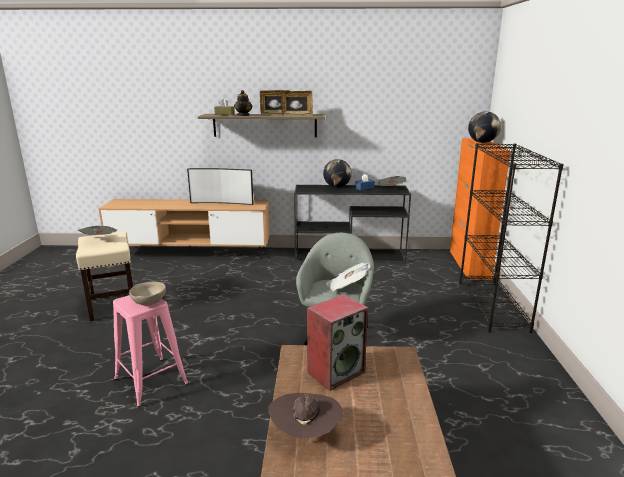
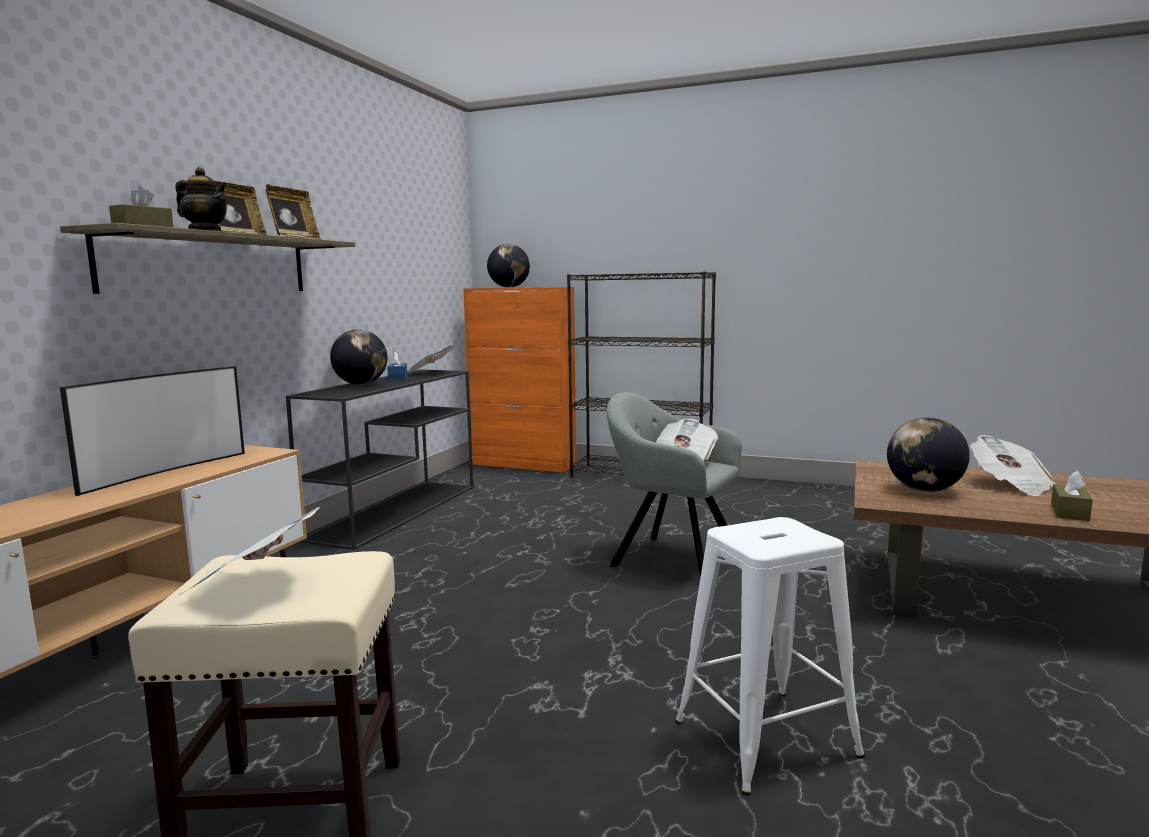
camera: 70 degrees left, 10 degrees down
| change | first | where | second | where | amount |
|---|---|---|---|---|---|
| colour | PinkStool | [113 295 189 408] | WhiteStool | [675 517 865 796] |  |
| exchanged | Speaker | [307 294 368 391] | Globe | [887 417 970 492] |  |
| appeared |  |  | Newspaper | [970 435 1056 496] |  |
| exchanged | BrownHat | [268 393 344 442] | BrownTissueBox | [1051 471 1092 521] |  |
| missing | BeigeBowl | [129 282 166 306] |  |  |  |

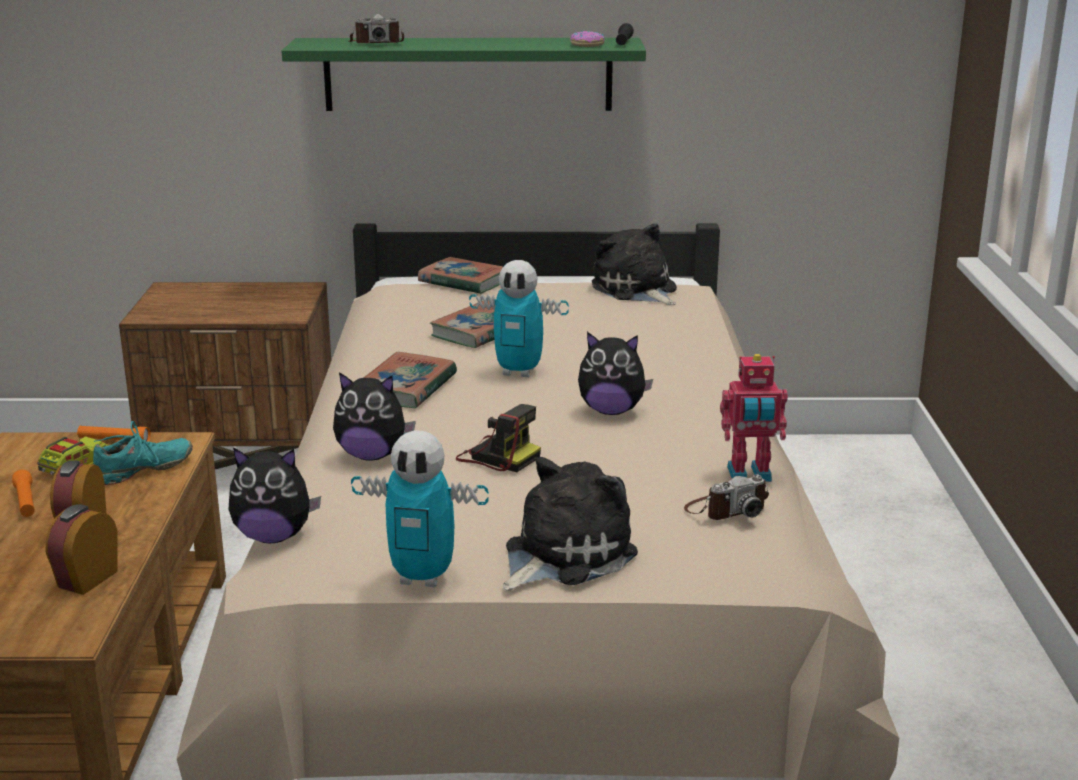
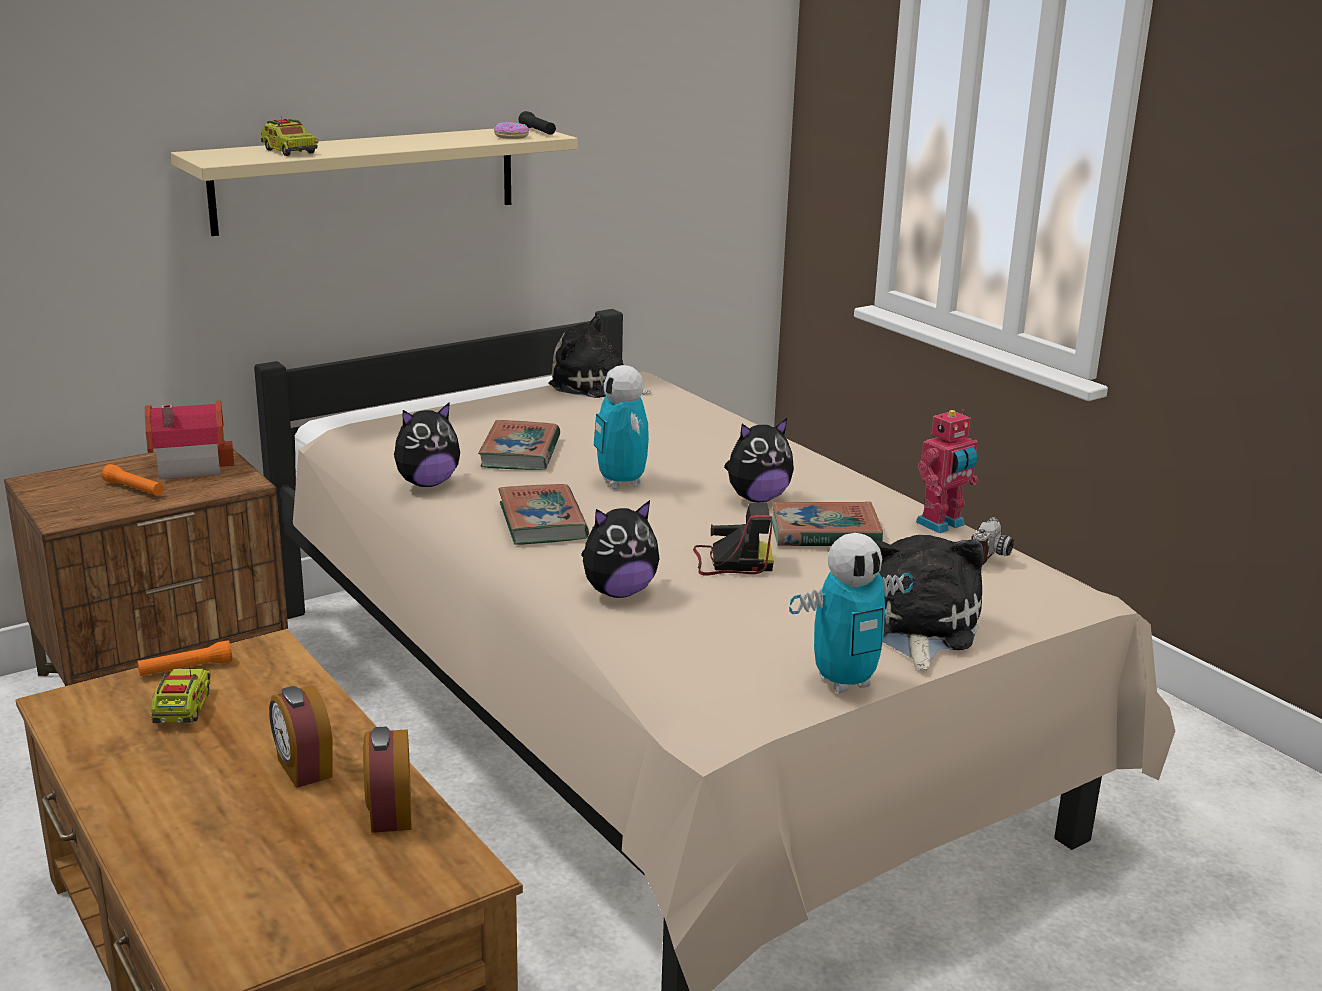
camera: 35 degrees left, 0 degrees up
| change | first | where | second | where | amount |
|---|---|---|---|---|---|
| relocated | OrangeFlashlight | [12 470 35 517] |  | [102 464 164 496] |  |
| appeared |  |  | ToyHouse | [145 401 234 480] |  |
| colour | GreenShelf | [282 38 646 111] | BeigeShelf | [171 128 577 236] |  |
| exchanged | PhotoCamera | [348 14 404 43] | ToyTruck | [261 116 318 156] |  |
| relocated | PlushToy | [229 448 321 543] |  | [394 402 460 487] |  |
| spun | ToyRobot | [469 260 569 377] |  | [594 365 649 489] | 90 degrees clockwise |
| relocated | Book | [418 257 504 294] |  | [771 502 883 546] |  |
| missing | TurquoiseShoe | [93 421 193 485] |  |  |  |

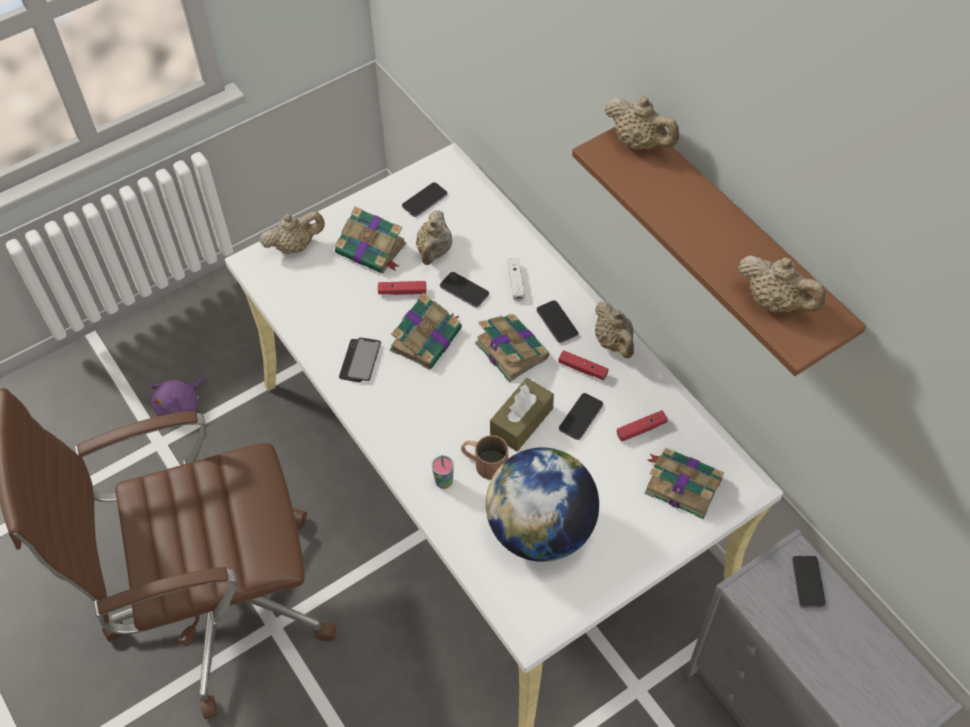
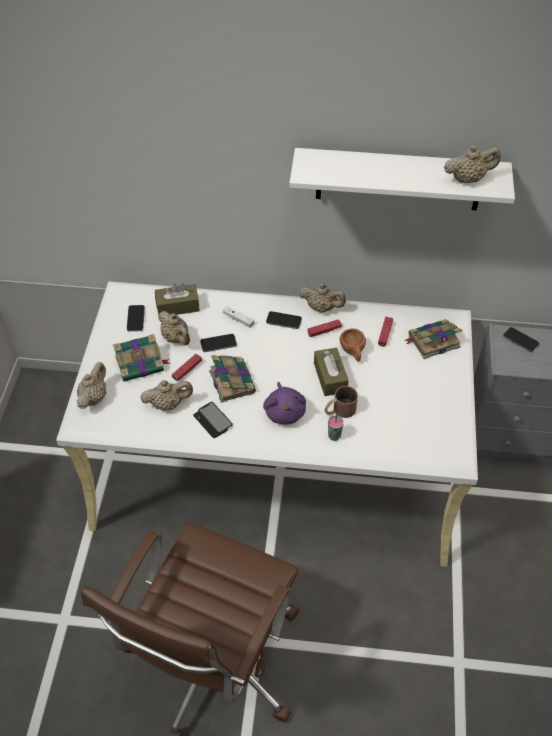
camera: 50 degrees left, 5 degrees down
| change | first | where | second | where | amount |
|---|---|---|---|---|---|
| relocated | BeigeTeapot | [605 96 679 150] |  | [140 380 193 410] |  |
| appeared |  |  | BrownTissueBox | [155 283 200 315] |  |
| relocated | PurplePlushToy | [150 378 206 416] |  | [263 382 306 424] |  |
| colour | BrownShelf | [572 127 866 376] | WhiteShelf | [289 148 515 211] |  |
| exchanged | Phone | [559 393 603 440] | BrownCup | [340 329 366 362] |  |
| missing | Book | [475 314 549 383] |  |  |  |
| missing | Globe | [486 447 599 562] |  |  |  |

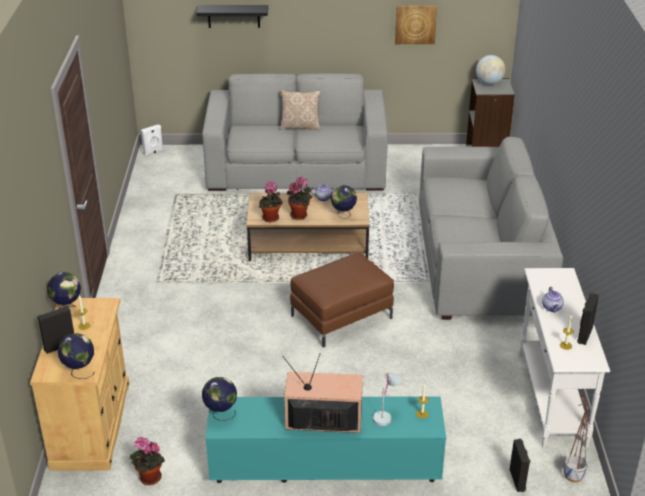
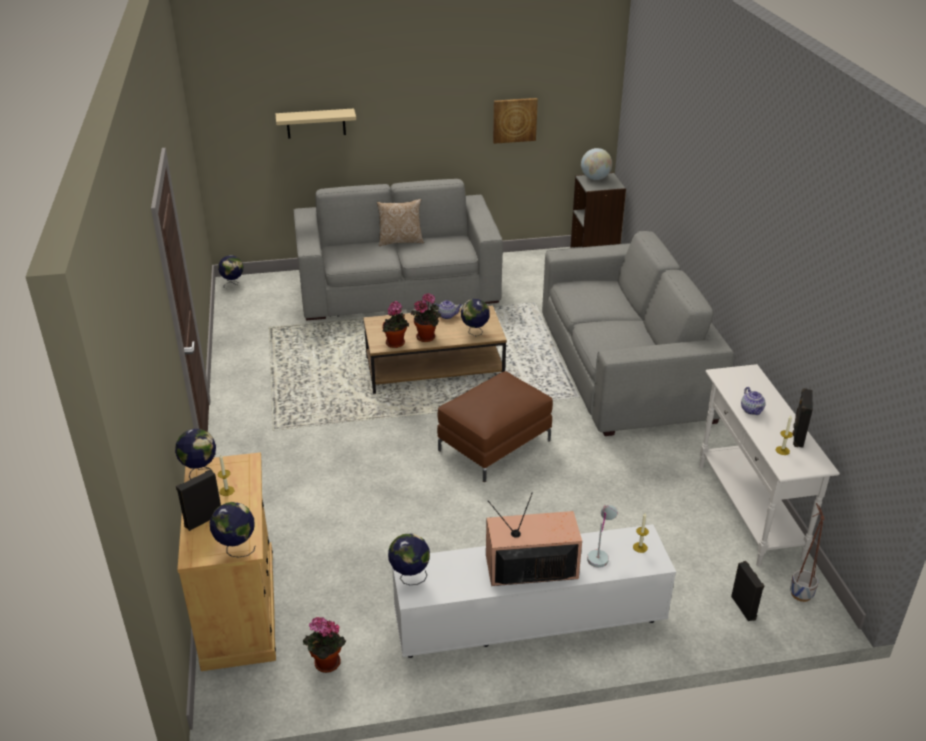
camera: 10 degrees left, 0 degrees up
| change | first | where | second | where | amount |
|---|---|---|---|---|---|
| exchanged | WhiteSpeaker | [141 124 163 156] | Globe | [218 255 243 289] |  |
| colour | BlackShelf | [196 5 268 28] | BeigeShelf | [276 108 356 139] |  |
| colour | TurquoiseTvStand | [205 396 446 483] | WhiteTvStand | [392 524 676 658] |  |

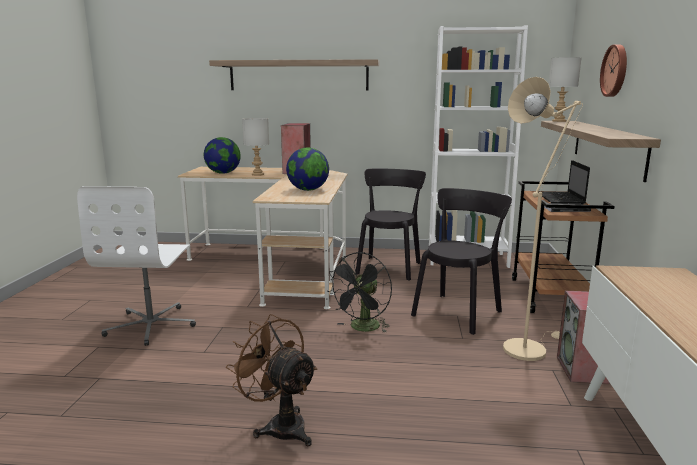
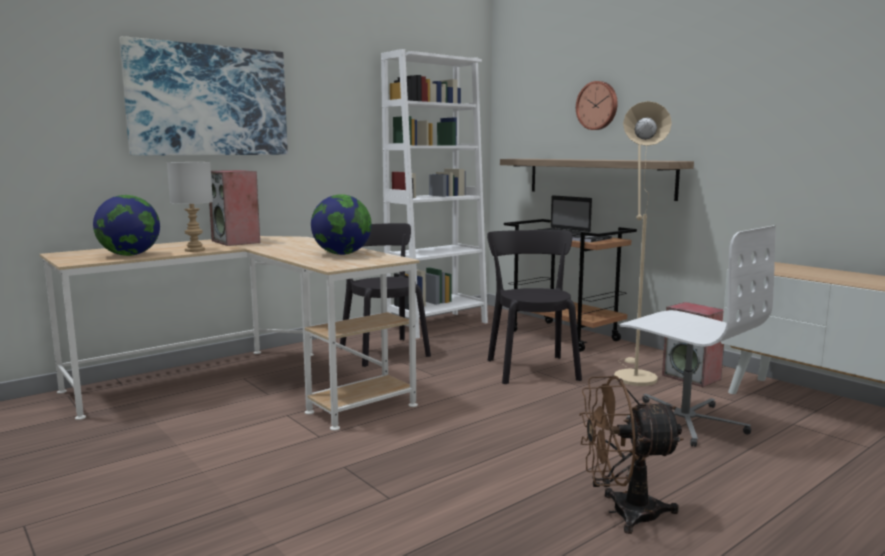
camera: 45 degrees left, 5 degrees down
| change | first | where | second | where | amount |
|---|---|---|---|---|---|
| exchanged | Shelf | [209 59 379 90] | Picture | [119 36 288 156] |  |
| relocated | WhiteOfficeChair | [77 186 196 346] |  | [620 225 776 447] |  |
| missing | BlackFan | [328 252 392 333] |  |  |  |
| missing | GreyTableLamp | [549 57 582 122] |  |  |  |

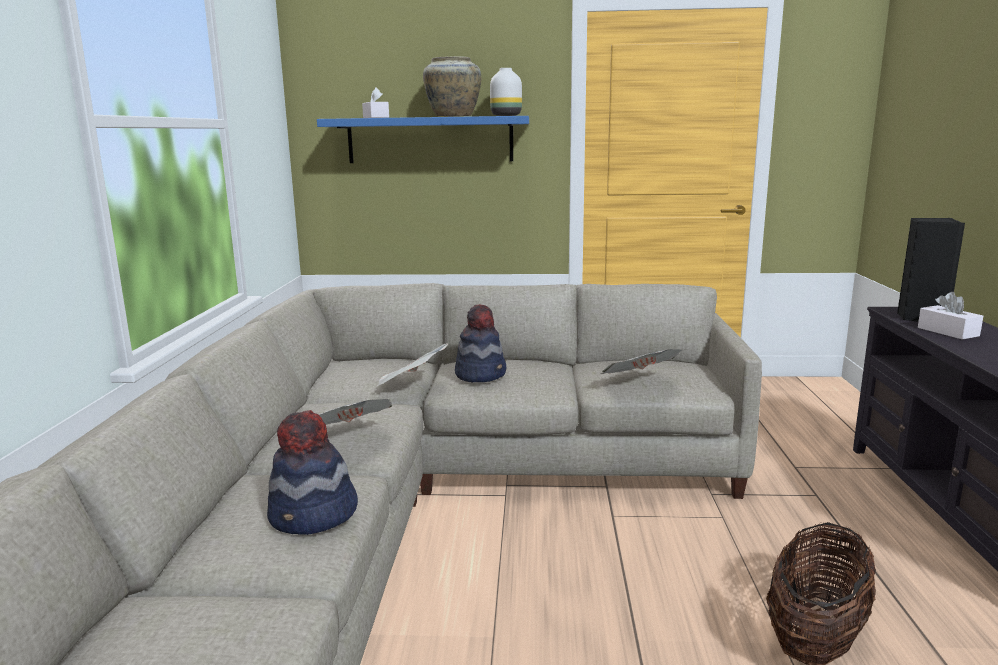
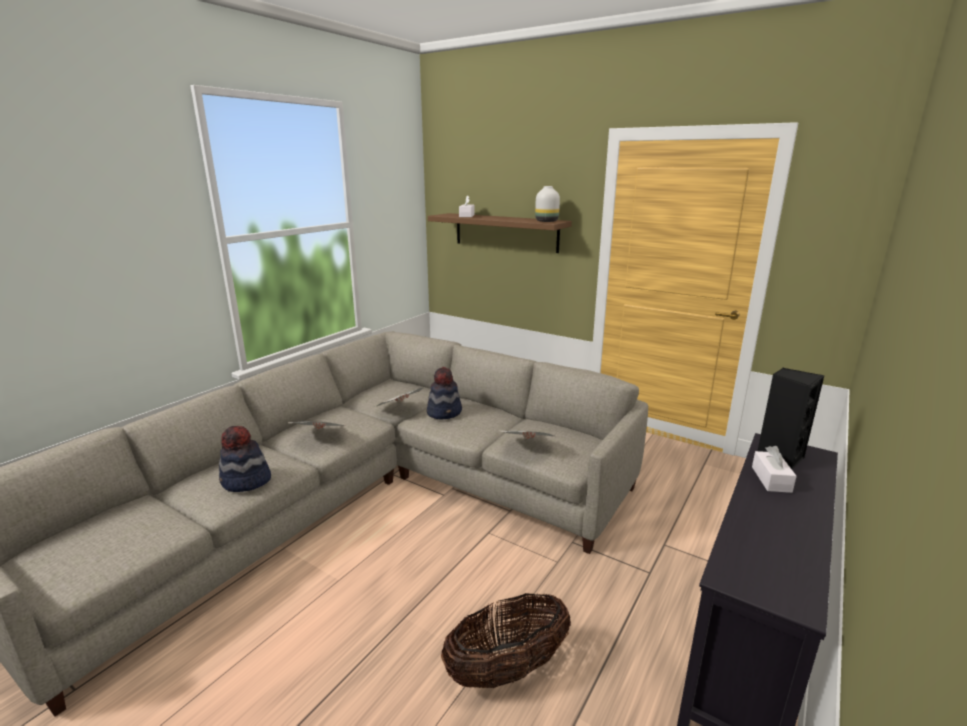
camera: 30 degrees right, 5 degrees up
| change | first | where | second | where | amount |
|---|---|---|---|---|---|
| colour | BlueShelf | [317 116 529 163] | BrownShelf | [428 213 572 253] |  |
| missing | BeigeVase | [423 56 481 117] |  |  |  |

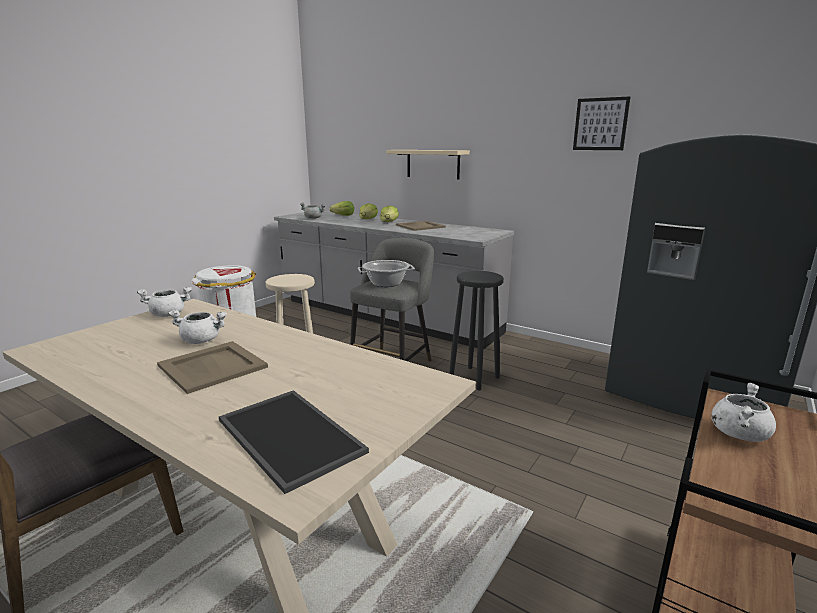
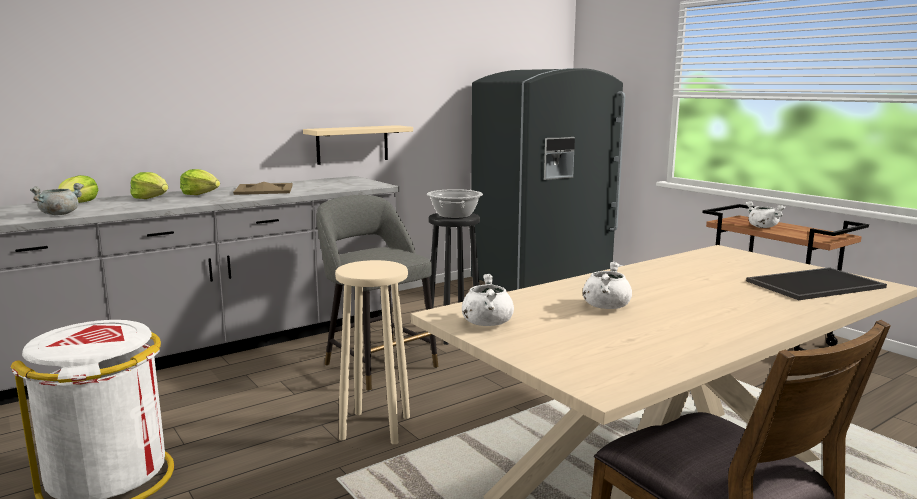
camera: 70 degrees left, 5 degrees down
| change | first | where | second | where | amount |
|---|---|---|---|---|---|
| relocated | BeigeShelf | [386 150 470 179] |  | [303 125 413 165] |  |
| relocated | CookingPot | [358 260 415 287] |  | [427 189 483 219] |  |
| missing | BeigeTray | [157 341 268 394] |  |  |  |
| missing | Picture | [573 96 630 150] |  |  |  |

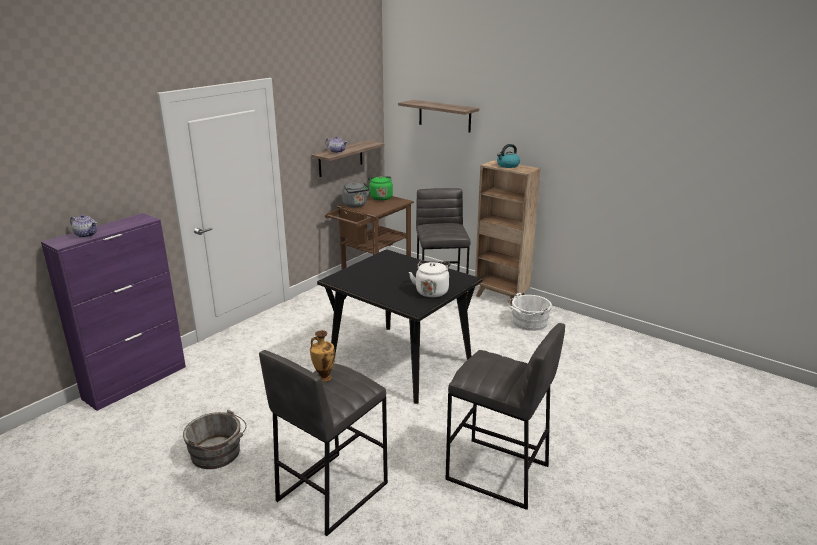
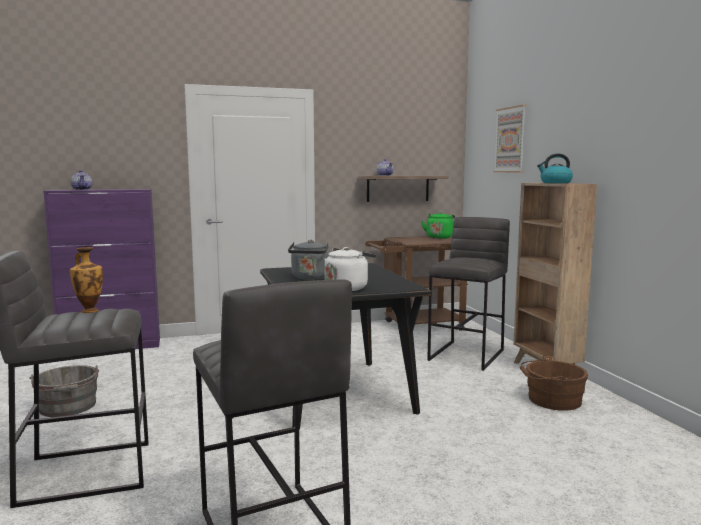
camera: 35 degrees right, 15 degrees down
| change | first | where | second | where | amount |
|---|---|---|---|---|---|
| relocated | GreyKettle | [342 182 370 207] |  | [288 240 330 280] |  |
| exchanged | Shelf | [398 100 479 132] | Picture | [493 104 526 172] |  |
| colour | WhiteBucket | [507 293 552 331] | BrownBucket | [520 356 588 411] |  |

